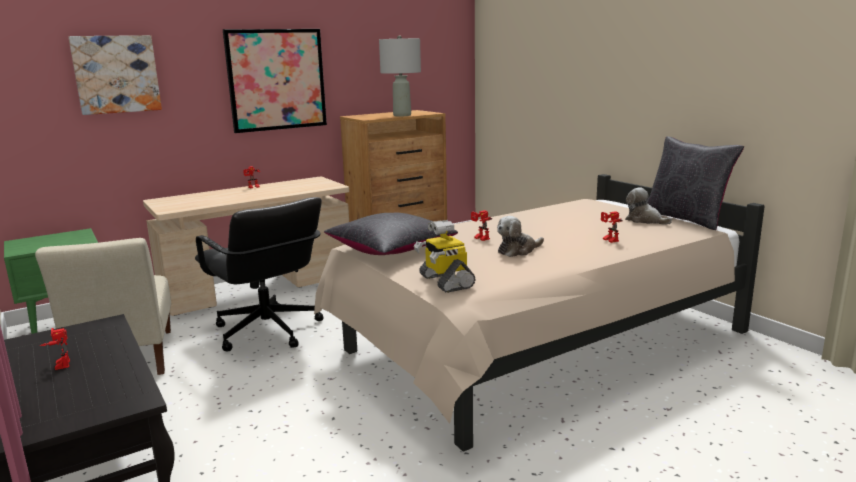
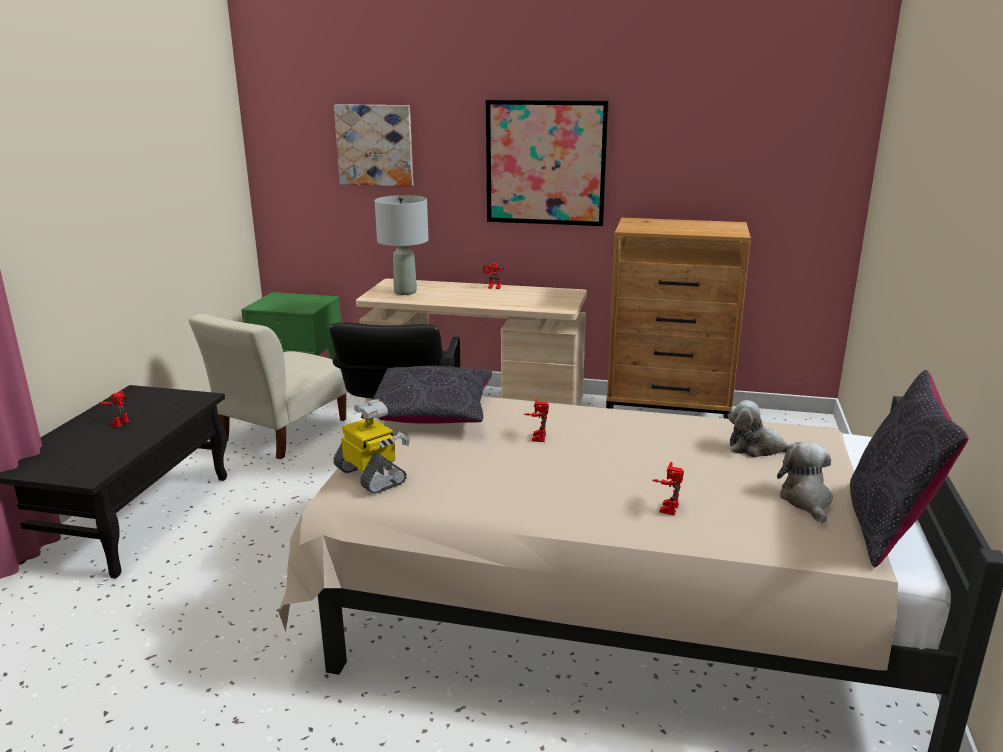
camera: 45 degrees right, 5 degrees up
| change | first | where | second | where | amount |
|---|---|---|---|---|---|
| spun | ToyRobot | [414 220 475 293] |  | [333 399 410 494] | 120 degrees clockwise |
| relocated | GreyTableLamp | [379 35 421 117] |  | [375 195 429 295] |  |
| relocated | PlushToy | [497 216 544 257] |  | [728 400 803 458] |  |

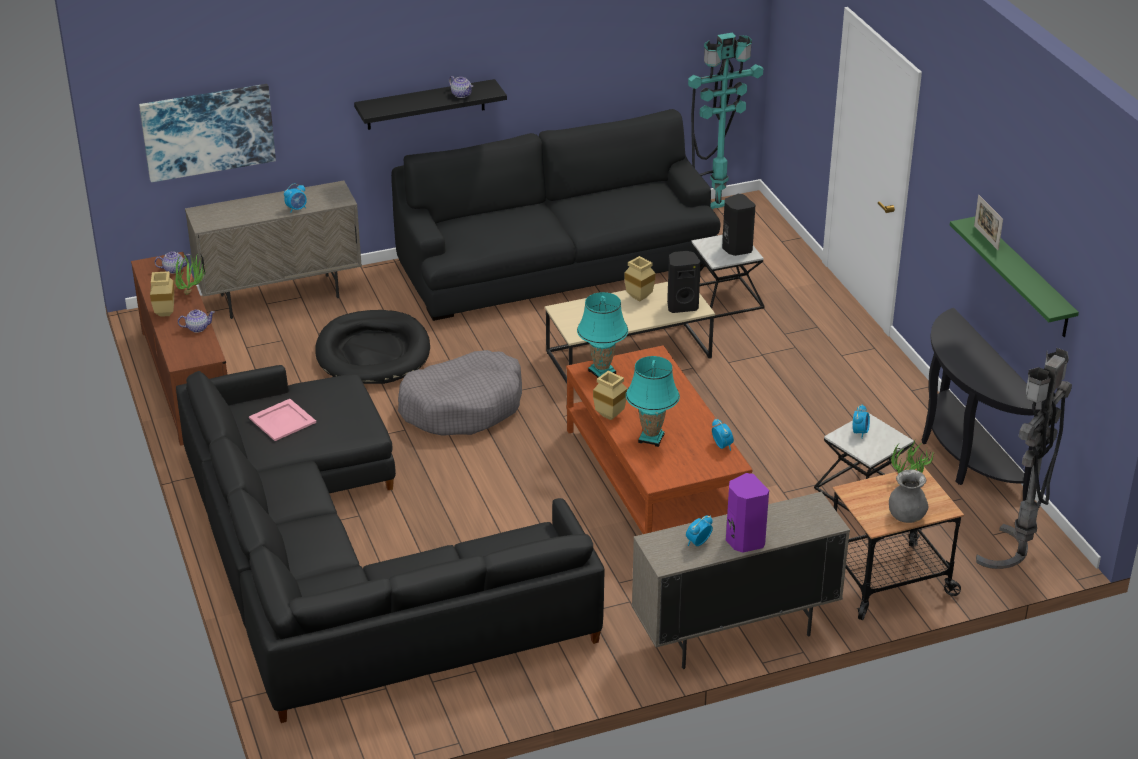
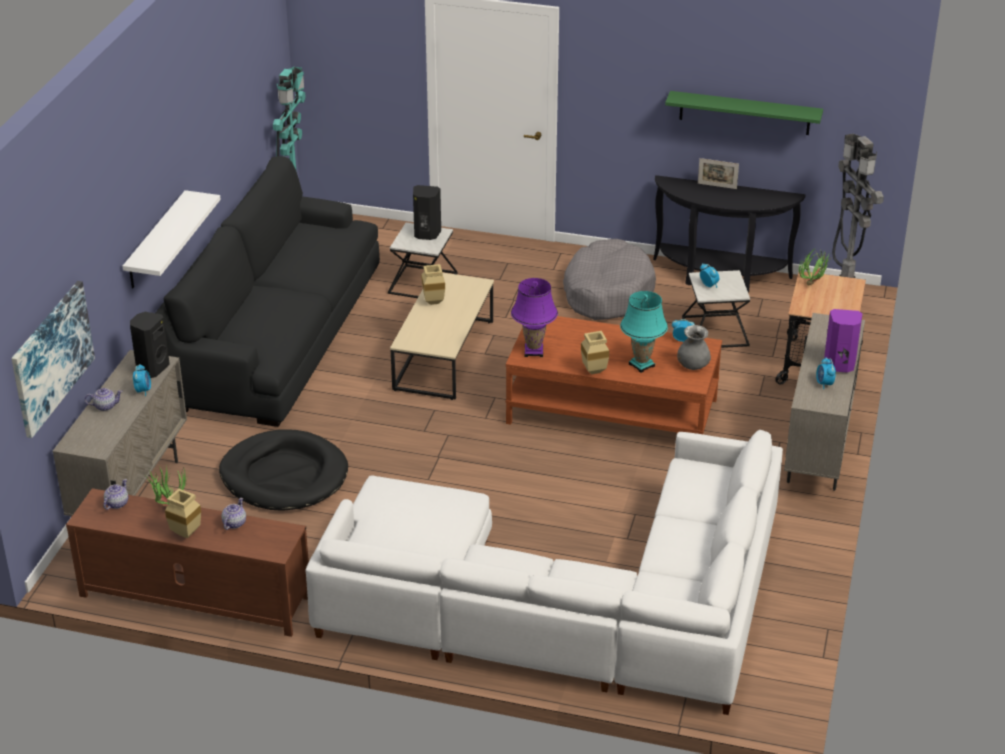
camera: 55 degrees left, 0 degrees up
| change | first | where | second | where | amount |
|---|---|---|---|---|---|
| relocated | Teapot | [449 76 473 98] |  | [85 388 123 411] |  |
| colour | BlackShelf | [354 79 507 130] | WhiteShelf | [123 190 221 288] |  |
| relocated | BlackSpeaker | [667 251 701 313] |  | [130 312 170 378] |  |
| colour | BlackSofa | [176 365 605 723] | WhiteSofa | [306 430 783 715] |  |
| colour | TurquoiseTableLamp | [577 292 628 378] | PurpleTableLamp | [511 278 558 357] |  |
| relocated | GreyDogBed | [398 350 522 436] |  | [563 239 656 320] |  |
| relocated | GreyVase | [889 469 928 523] |  | [677 325 711 370] |  |
| relocated | PictureFrame | [974 195 1003 250] |  | [698 158 739 189] |  |
| missing | PinkTray | [249 399 316 441] |  |  |  |

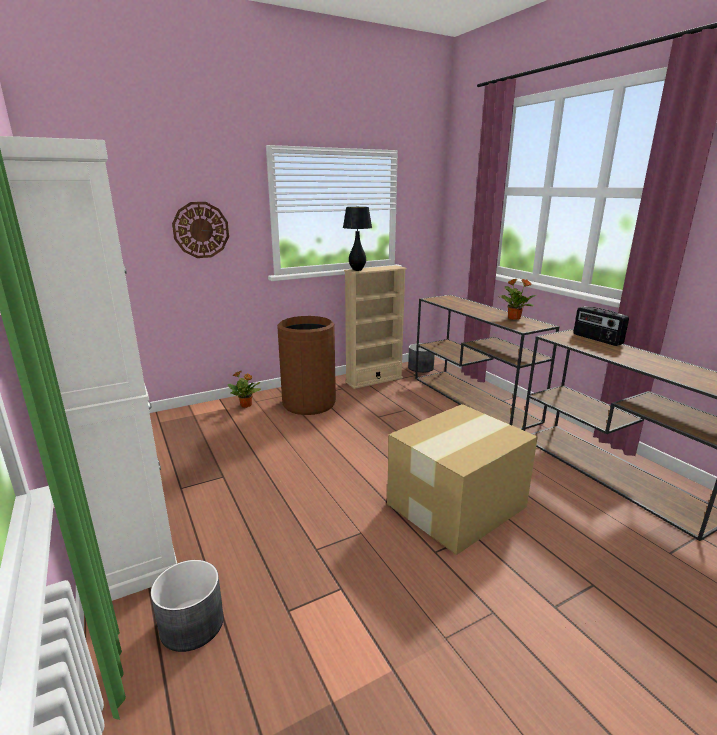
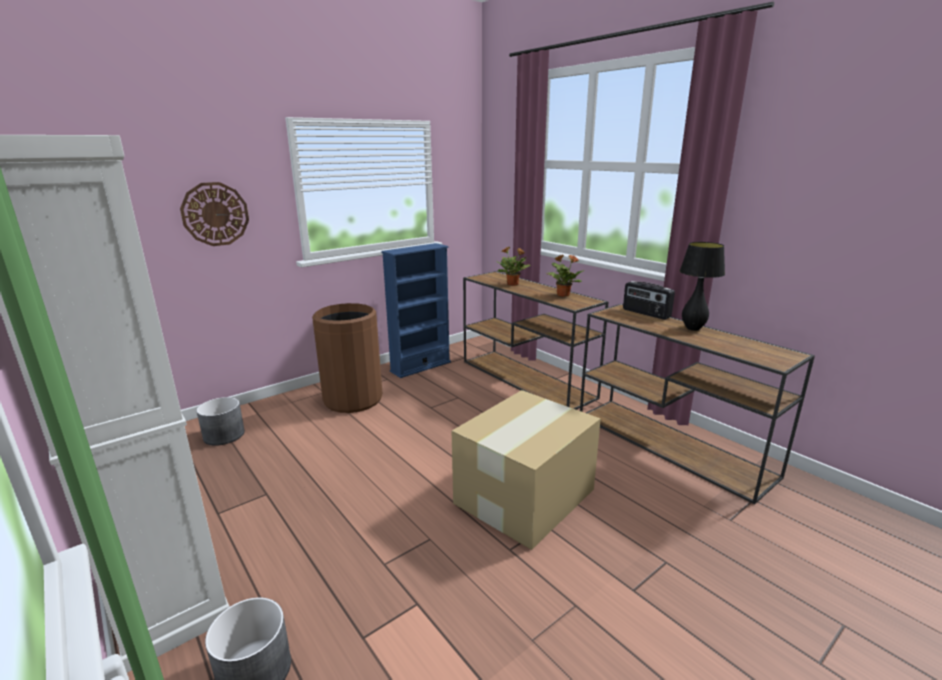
camera: 10 degrees left, 0 degrees up
| change | first | where | second | where | amount |
|---|---|---|---|---|---|
| relocated | GreyPlanter | [408 343 435 373] |  | [196 397 245 446] |  |
| colour | BeigeBookcase | [344 265 407 389] | BlueBookcase | [381 243 451 378] |  |
| relocated | PottedPlant | [227 371 261 408] |  | [496 246 531 286] |  |
| relocated | BlackTableLamp | [343 207 372 271] |  | [680 242 725 331] |  |

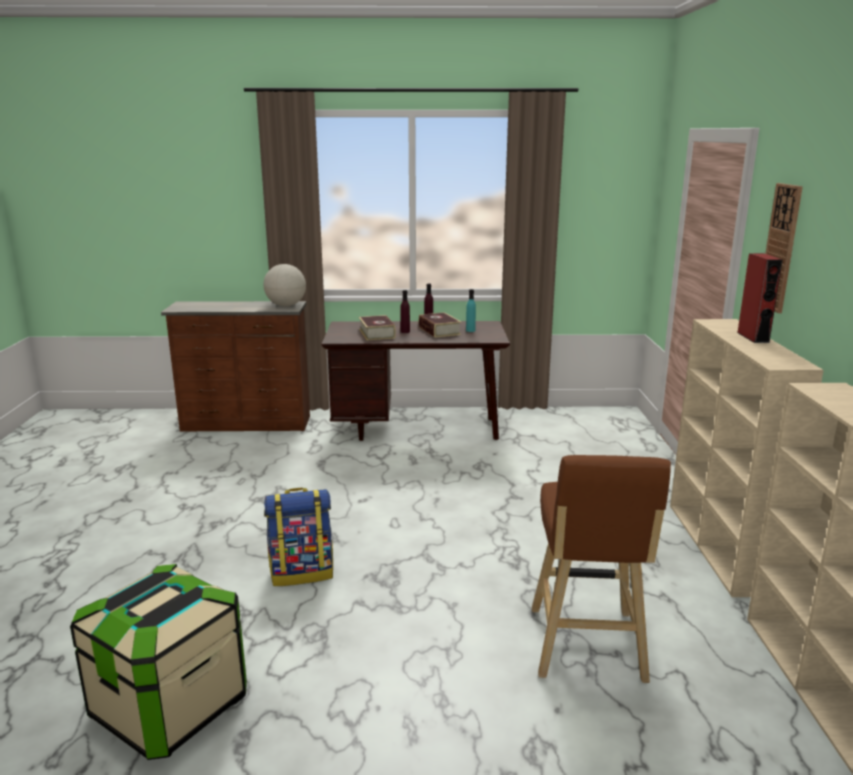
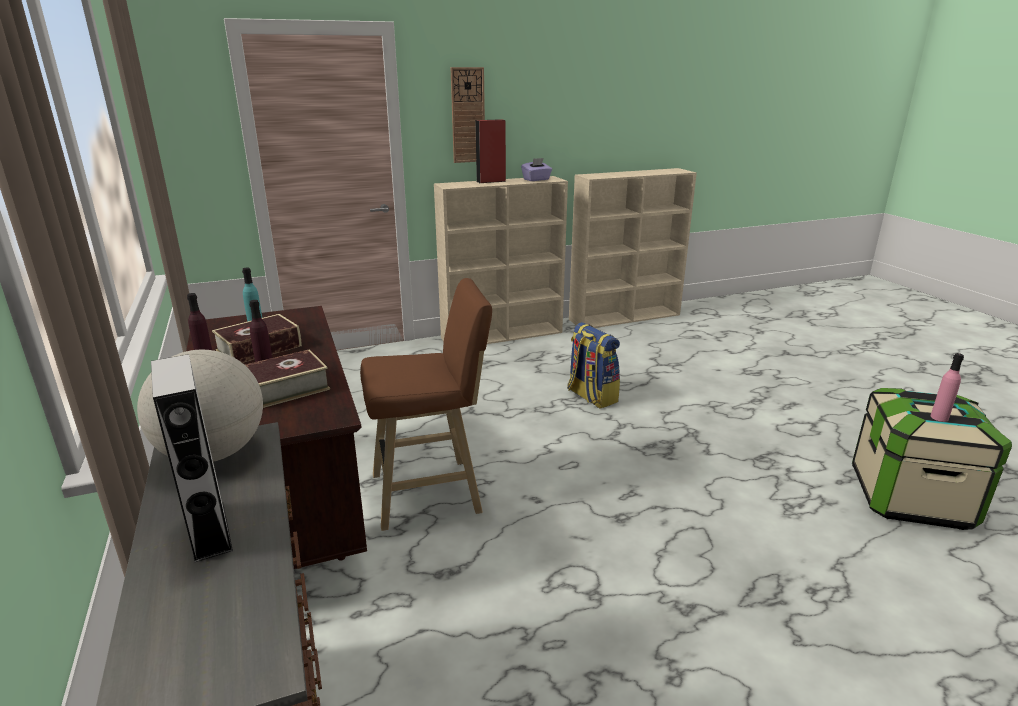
camera: 110 degrees left, 5 degrees up
| change | first | where | second | where | amount |
|---|---|---|---|---|---|
| appeared |  |  | GreySpeaker | [151 354 233 563] |  |
| relocated | BrownStool | [532 455 671 683] |  | [360 278 492 531] |  |
| appeared |  |  | PurpleTissueBox | [521 158 552 181] |  |
| relocated | Backpack | [264 488 333 586] |  | [567 322 620 409] |  |
| appeared |  |  | PinkBottle | [931 353 964 422] |  |

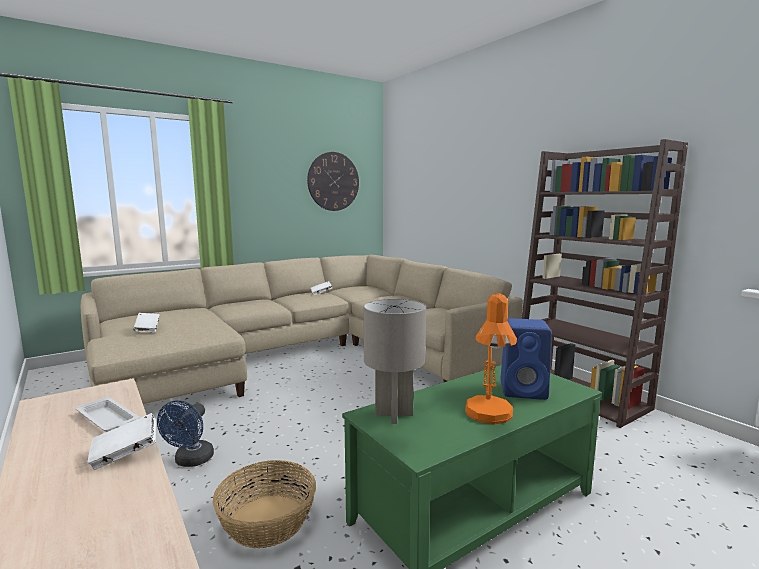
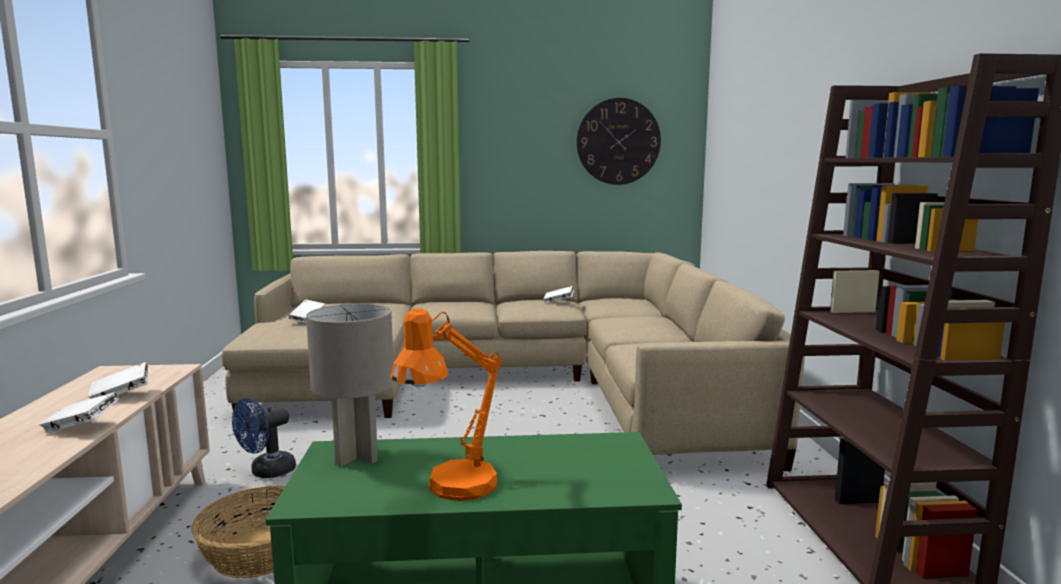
camera: 30 degrees right, 0 degrees up
| change | first | where | second | where | amount |
|---|---|---|---|---|---|
| exchanged | WhiteTray | [76 397 139 432] | WhiteBook | [88 362 149 399] |  |
| missing | BlueSpeaker | [501 318 552 400] |  |  |  |

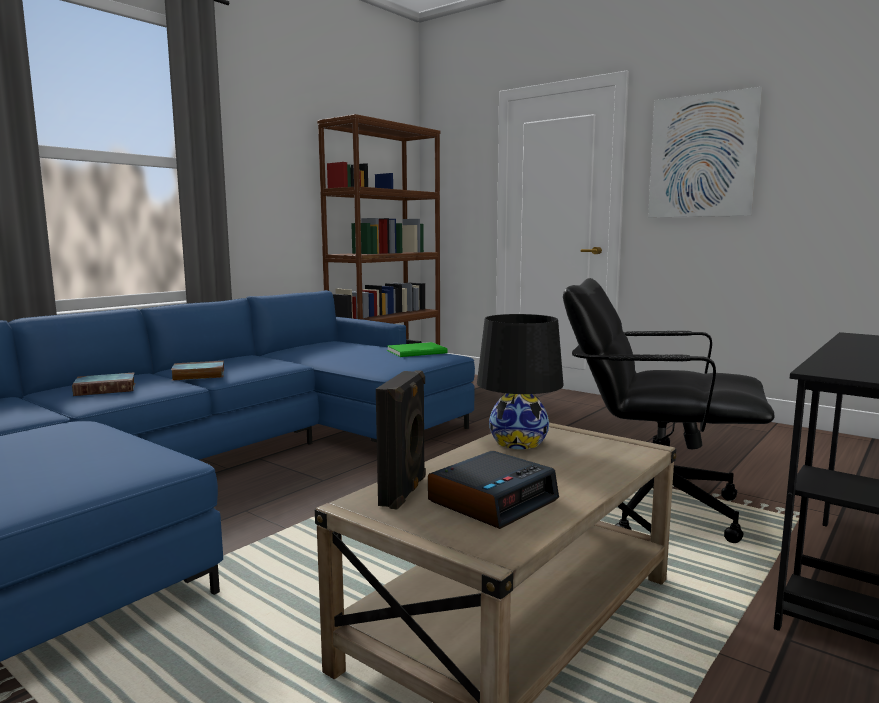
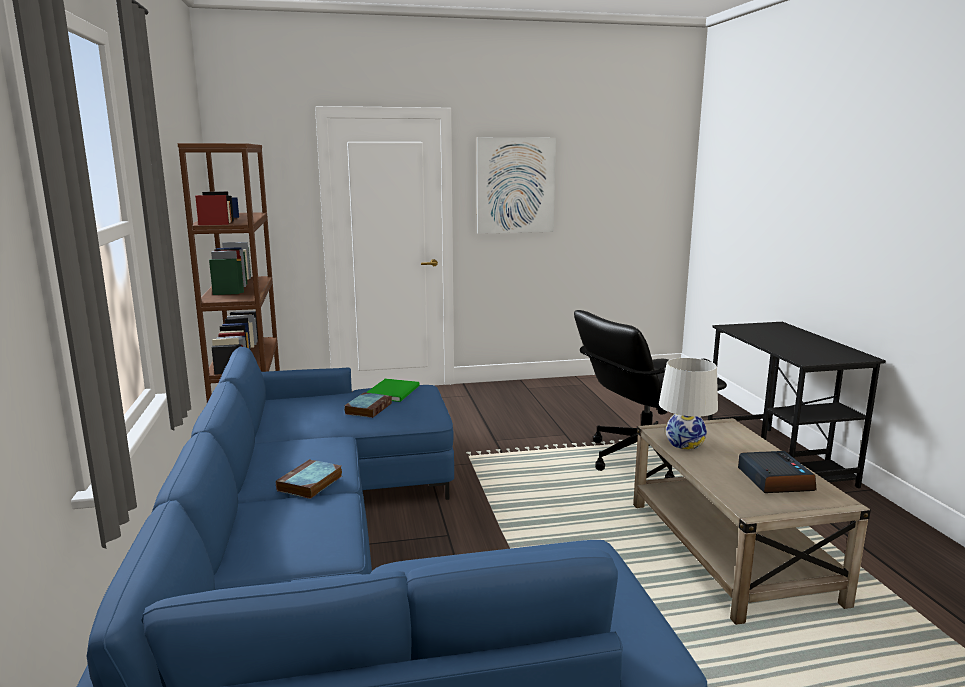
camera: 50 degrees left, 5 degrees up
| change | first | where | second | where | amount |
|---|---|---|---|---|---|
| relocated | Book | [72 372 135 396] |  | [344 392 392 418] |  |
| colour | BlackTableLamp | [477 314 564 449] | WhiteTableLamp | [659 358 718 449] |  |
| missing | BlackSpeaker | [376 370 426 509] |  |  |  |

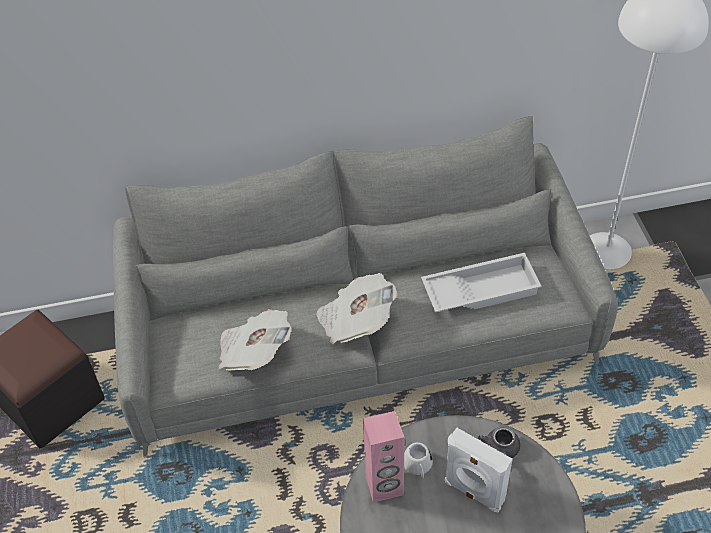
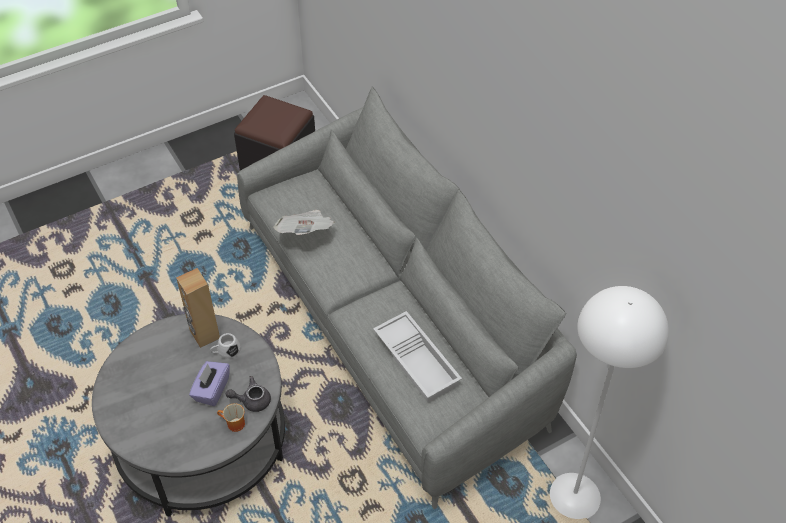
camera: 70 degrees right, 0 degrees up
| change | first | where | second | where | amount |
|---|---|---|---|---|---|
| colour | PinkSpeaker | [363 411 405 503] | BrownSpeaker | [176 268 220 348] |  |
| exchanged | WhiteSpeaker | [445 428 513 512] | PurpleTissueBox | [189 361 230 406] |  |
| appeared |  |  | Mug | [217 403 245 432] |  |
| missing | Newspaper | [316 273 397 344] |  |  |  |

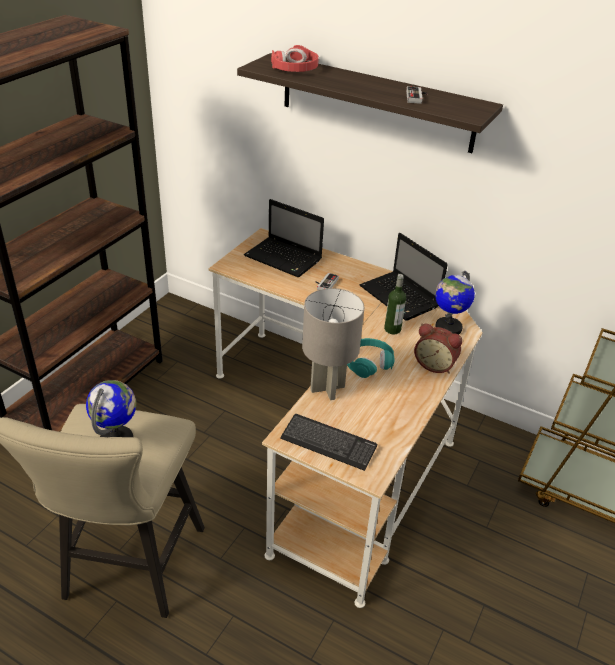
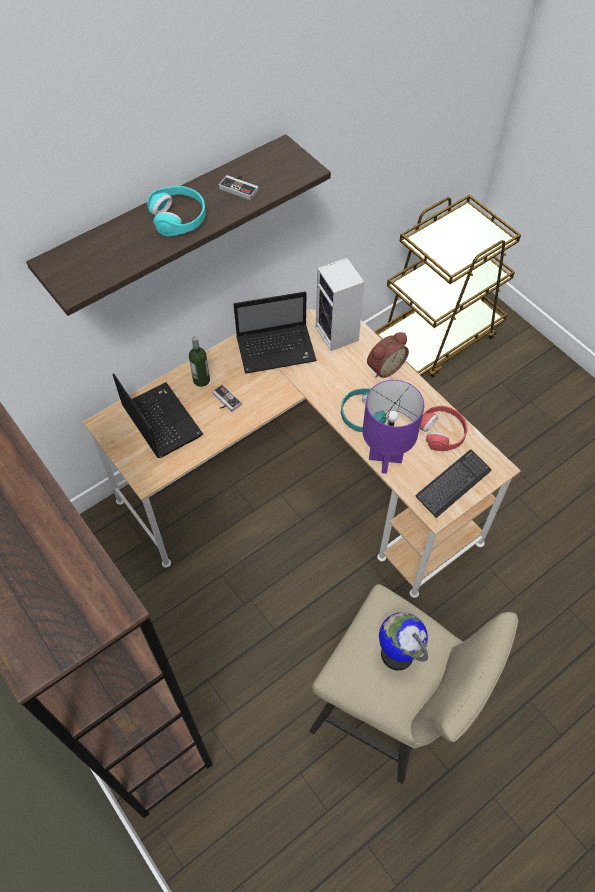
camera: 65 degrees left, 20 degrees up
| change | first | where | second | where | amount |
|---|---|---|---|---|---|
| spun | Laptop | [244 199 324 277] |  | [113 373 203 458] | 90 degrees counterclockwise |
| appeared |  |  | TurquoiseHeadphones | [147 186 206 237] |  |
| relocated | Bottle | [384 274 406 334] |  | [189 337 210 387] |  |
| exchanged | Globe | [435 271 475 335] | Speaker | [316 258 364 351] |  |
| colour | GreyTableLamp | [302 288 364 400] | PurpleTableLamp | [363 380 424 474] |  |
| relocated | RedHeadphones | [271 45 319 72] |  | [420 406 468 451] |  |

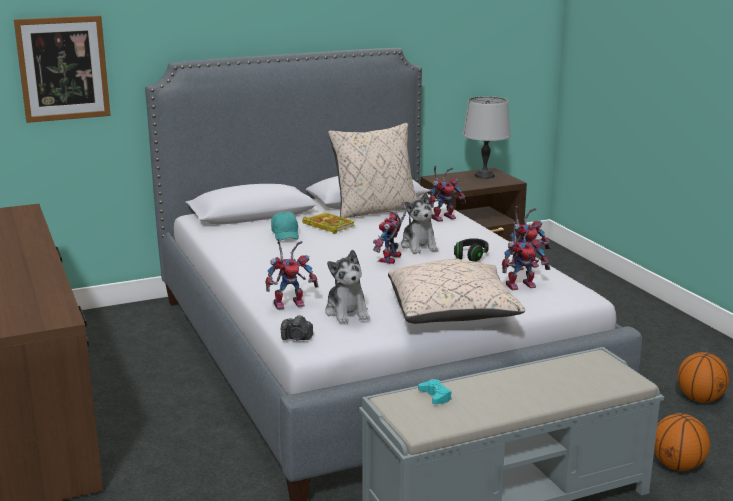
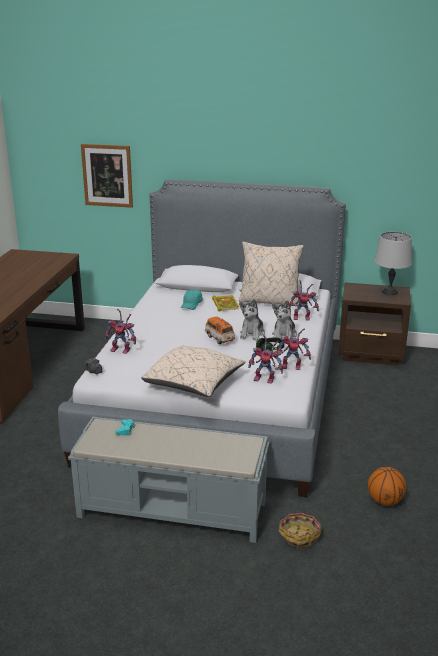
camera: 35 degrees right, 5 degrees up
| change | first | where | second | where | amount |
|---|---|---|---|---|---|
| exchanged | ToyRobot | [373 201 407 264] | ToyCar | [205 317 235 344] |  |
| relocated | PlushToy | [325 250 370 324] |  | [272 300 297 340] |  |
| exchanged | Basketball | [654 413 710 471] | Basket | [278 513 322 548] |  |

